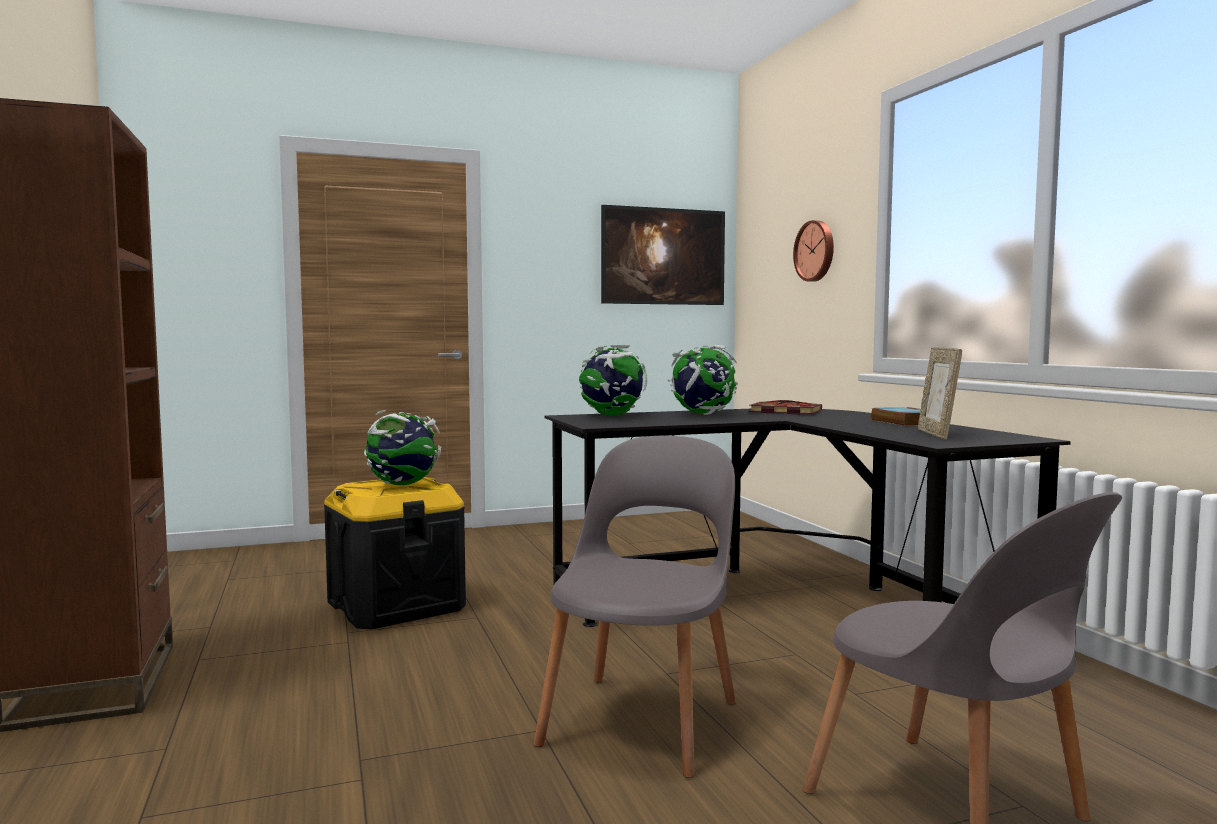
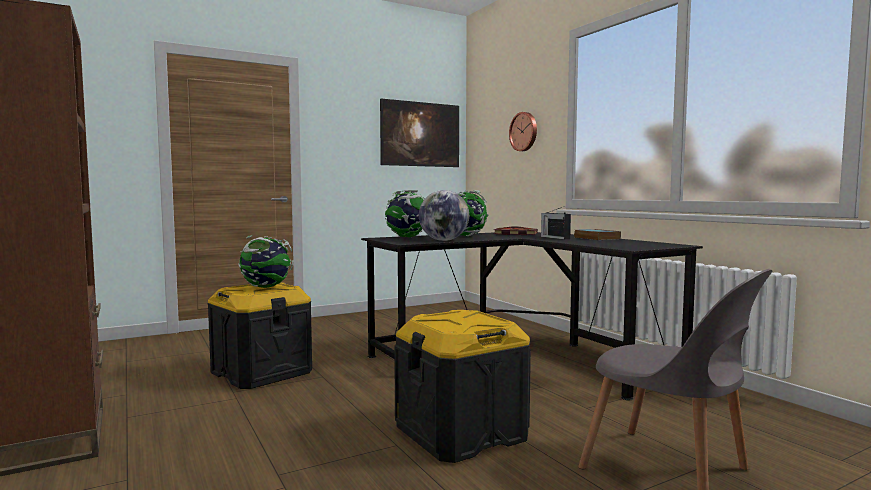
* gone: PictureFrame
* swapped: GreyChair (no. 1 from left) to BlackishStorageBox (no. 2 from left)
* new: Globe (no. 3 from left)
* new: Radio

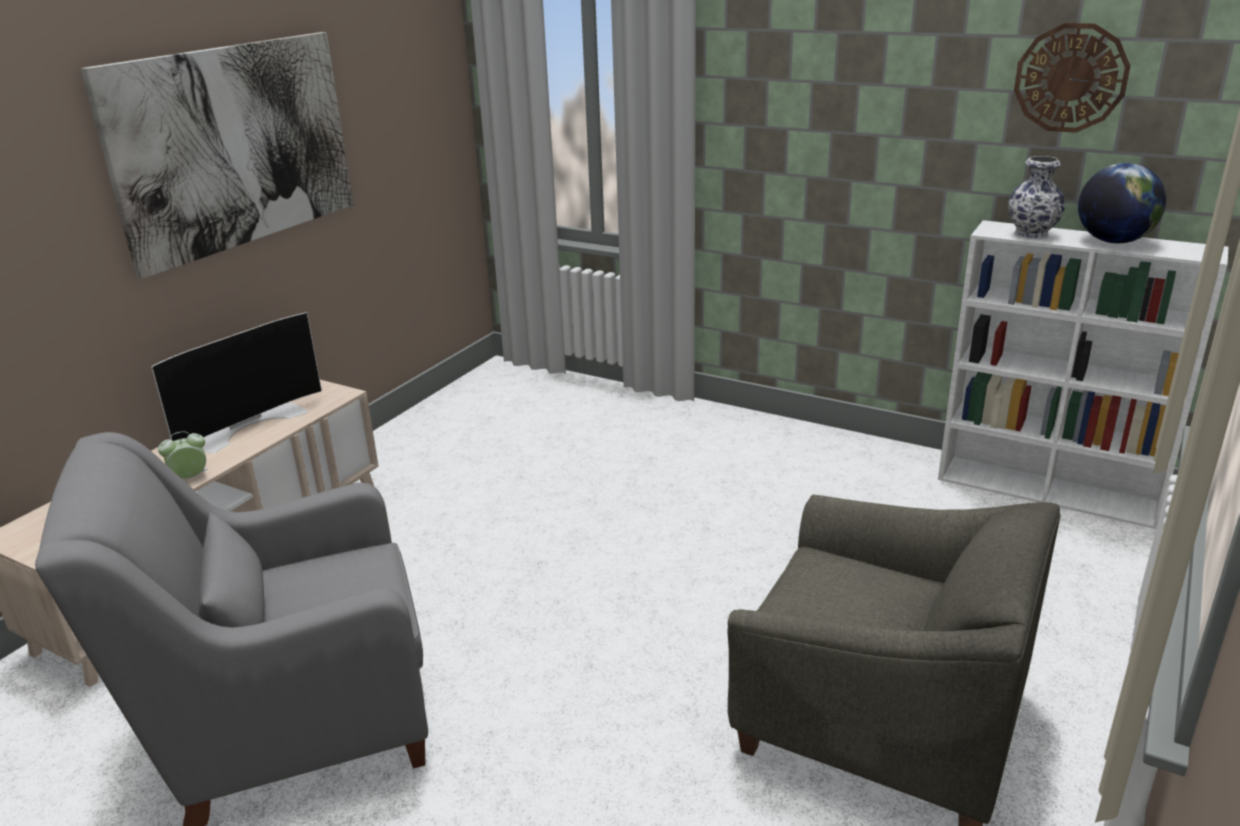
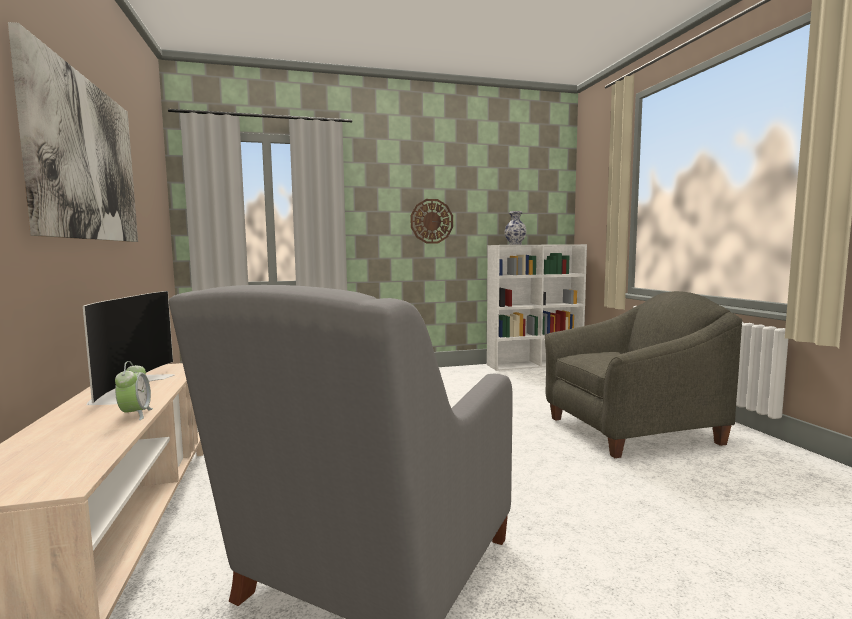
* shifted: WallClock
* gone: Globe
* rotated: BedsideClock 150 degrees clockwise

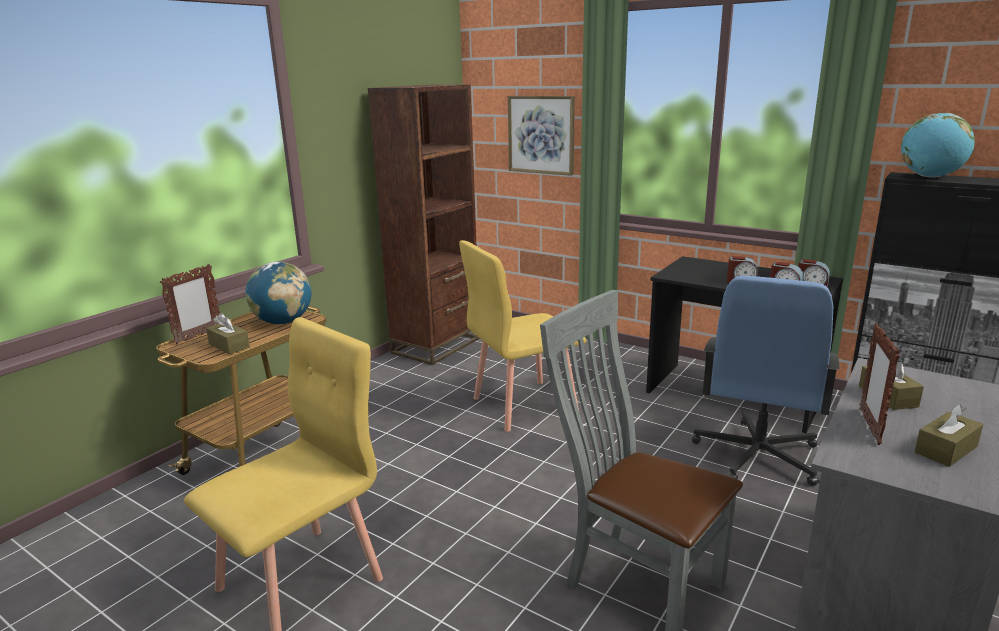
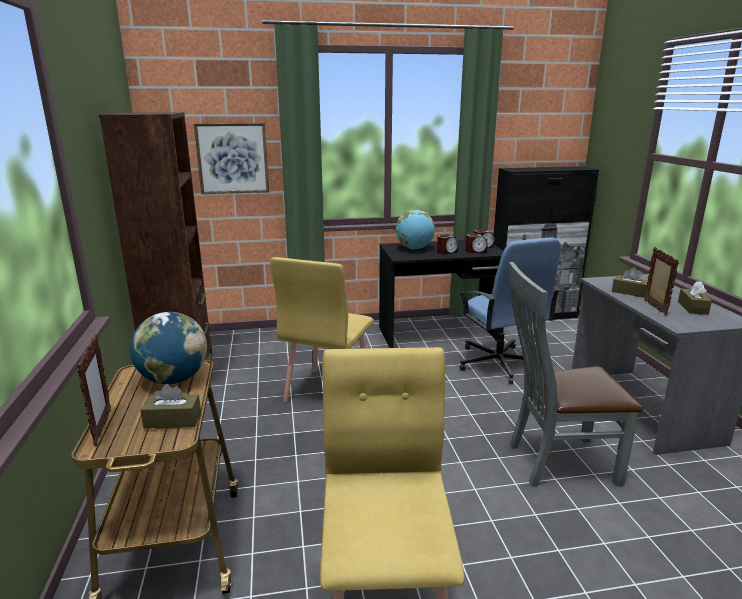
* shifted: Globe (no. 2 from left)
* rotated: PictureFrame (no. 2 from left) 150 degrees counterclockwise

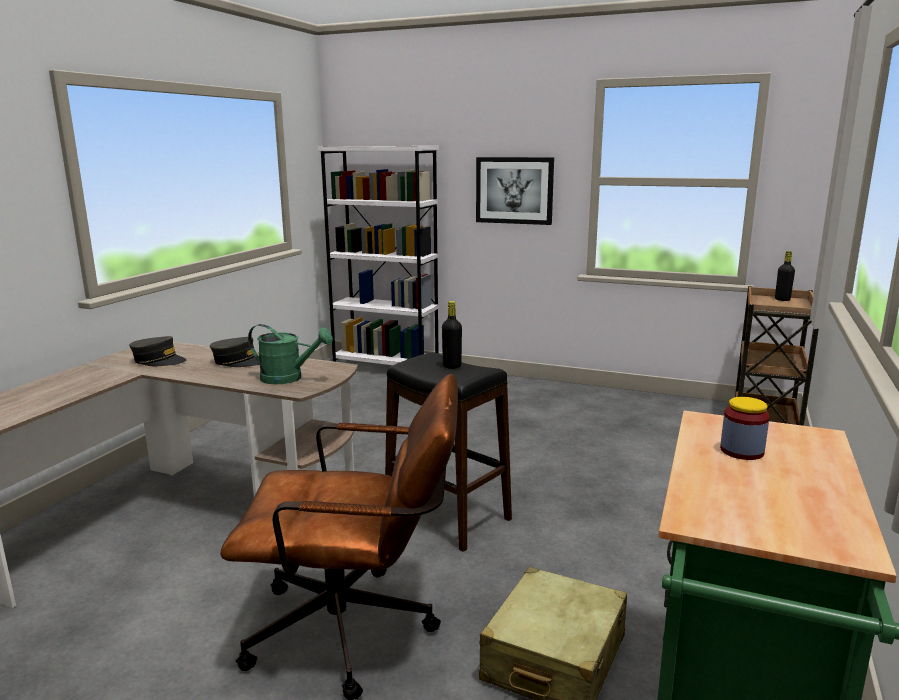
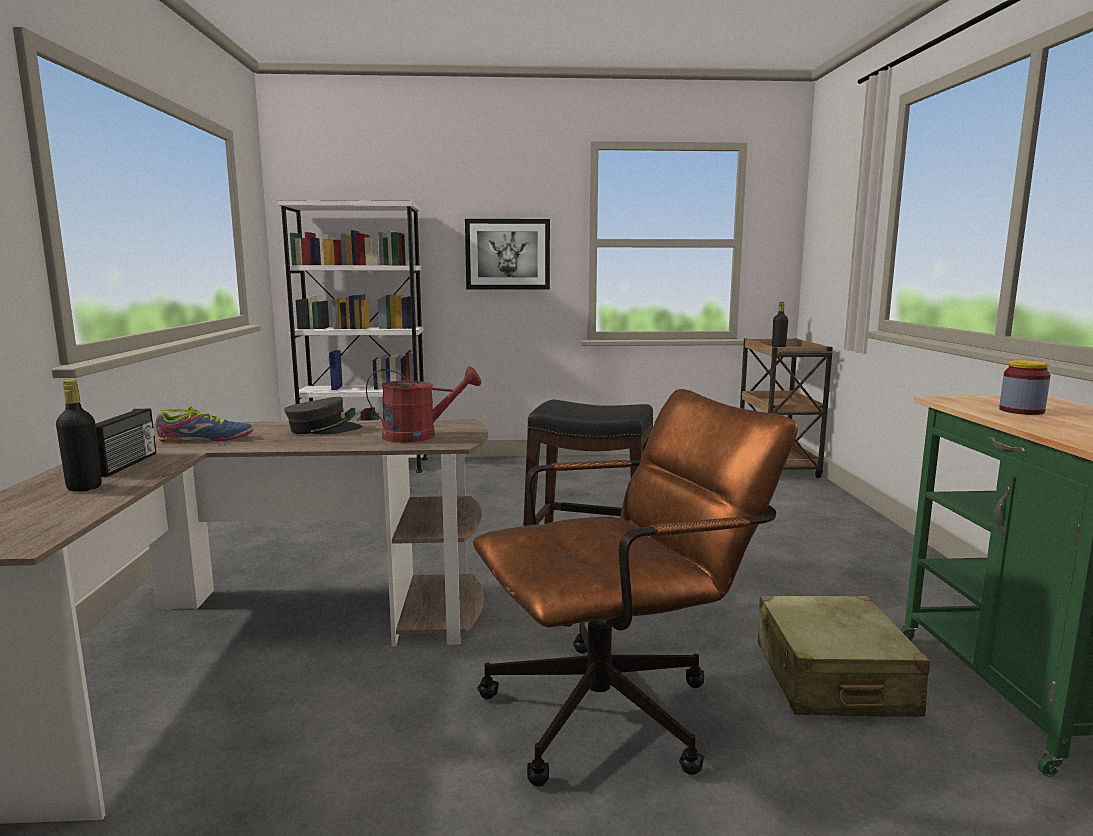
* shifted: BlackishBeverageBottle (no. 1 from left)
* repainted: GreenSprinklingCan to ReddishSprinklingCan
* swapped: GreyBaseballCap (no. 1 from left) to Shoe
* new: Radio

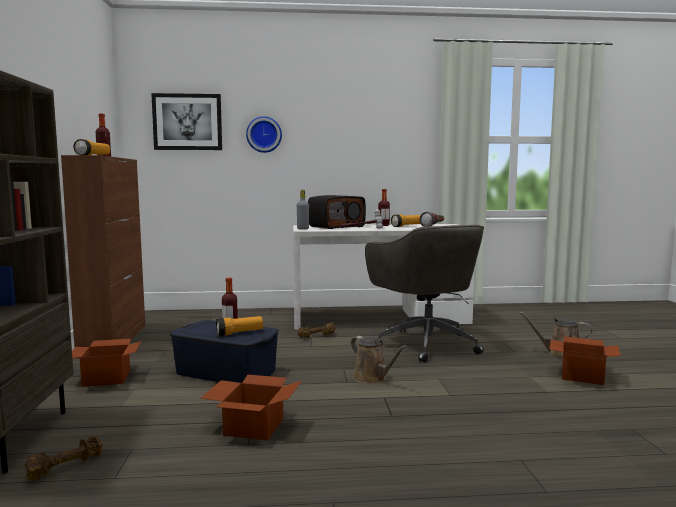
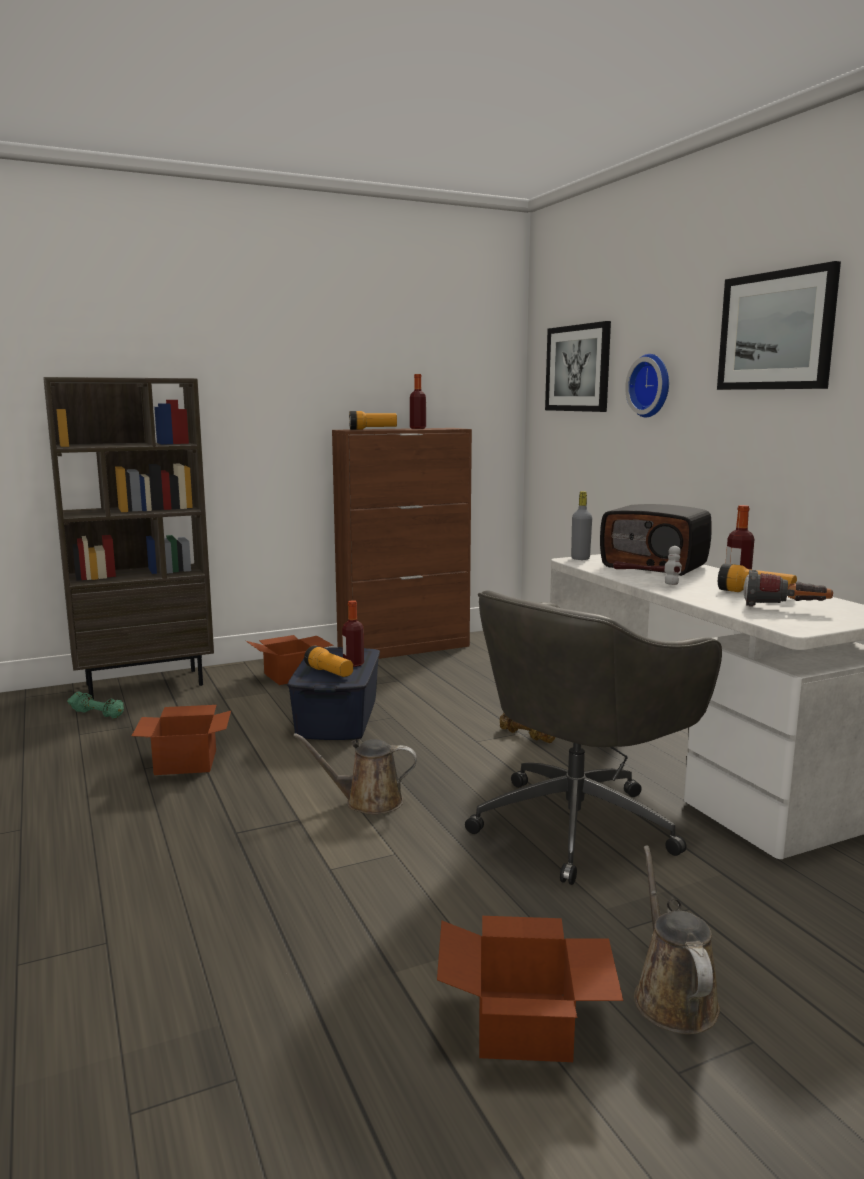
* rotated: BrownishSprinklingCan (no. 1 from left) 60 degrees clockwise
* repainted: BrownishDumbbell (no. 1 from left) to GreenDumbbell
* new: Picture (no. 2 from left)

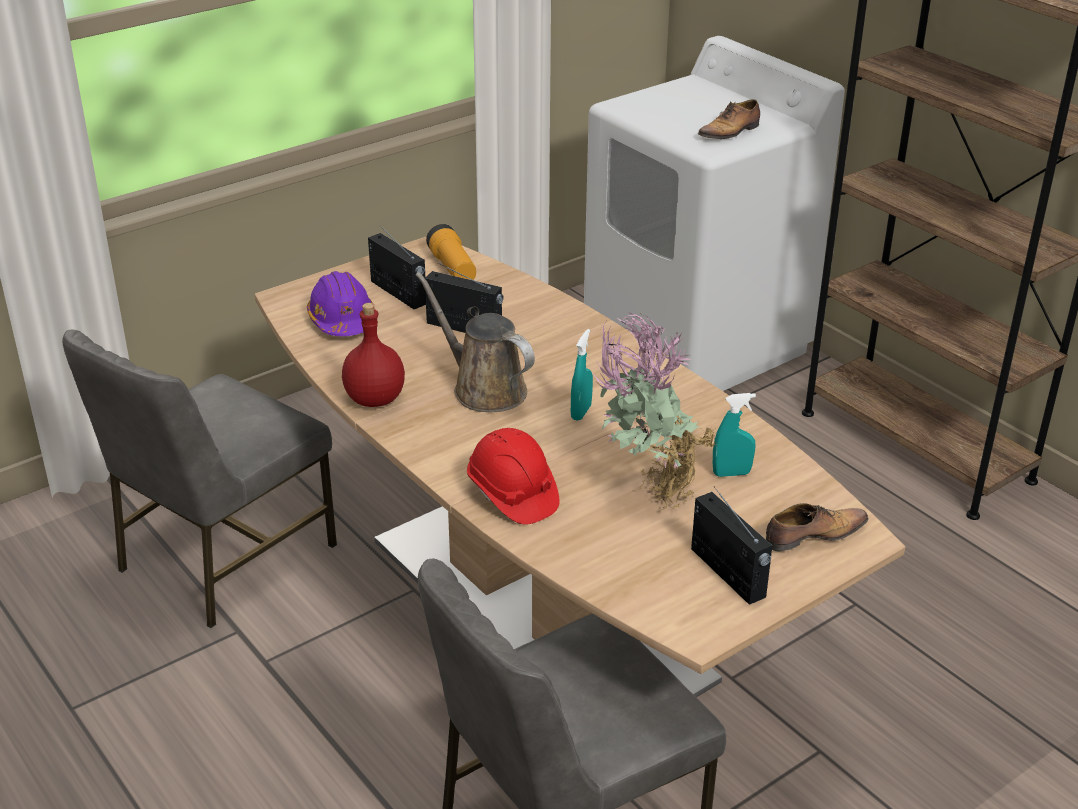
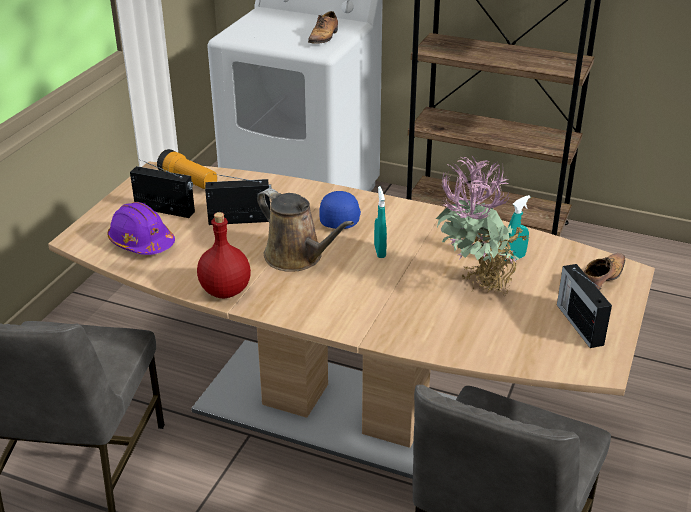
* rotated: BrownishSprinklingCan 150 degrees counterclockwise
* gone: ReddishWorkHelmet
* rotated: Radio (no. 3 from left) 135 degrees counterclockwise
* new: BluishBaseballCap

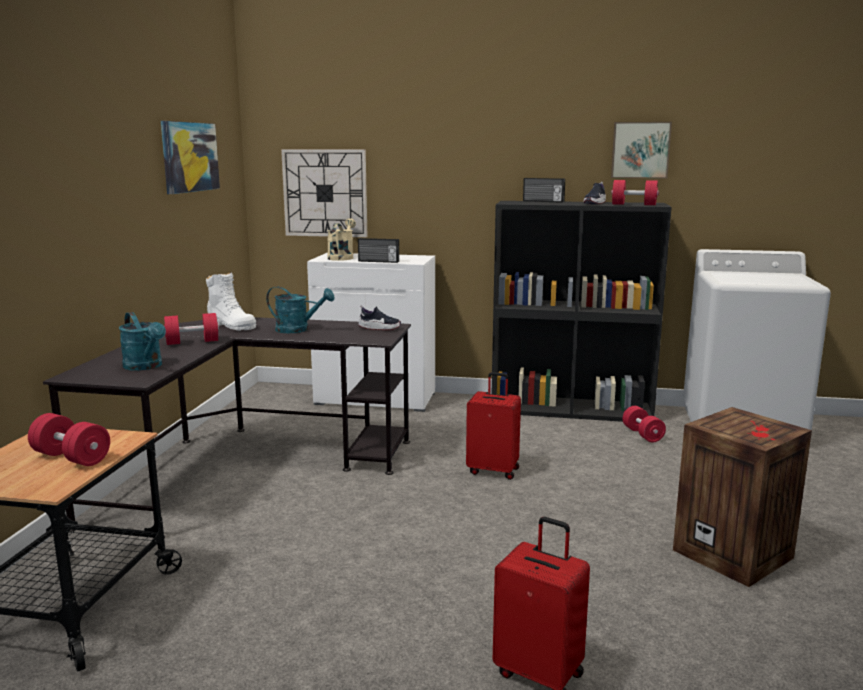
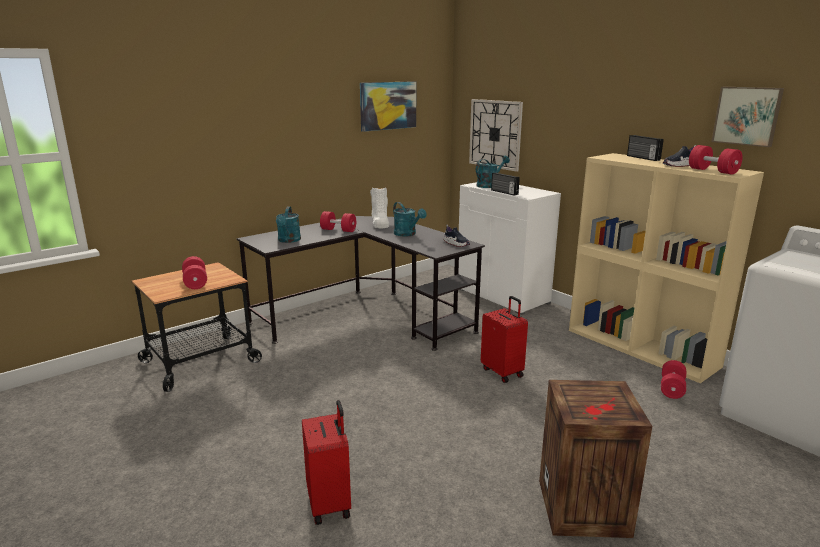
* repainted: BlackishShelvingUnit to SandColouredShelvingUnit
* repainted: SandColouredSprinklingCan to TurquoiseSprinklingCan (no. 3 from left)

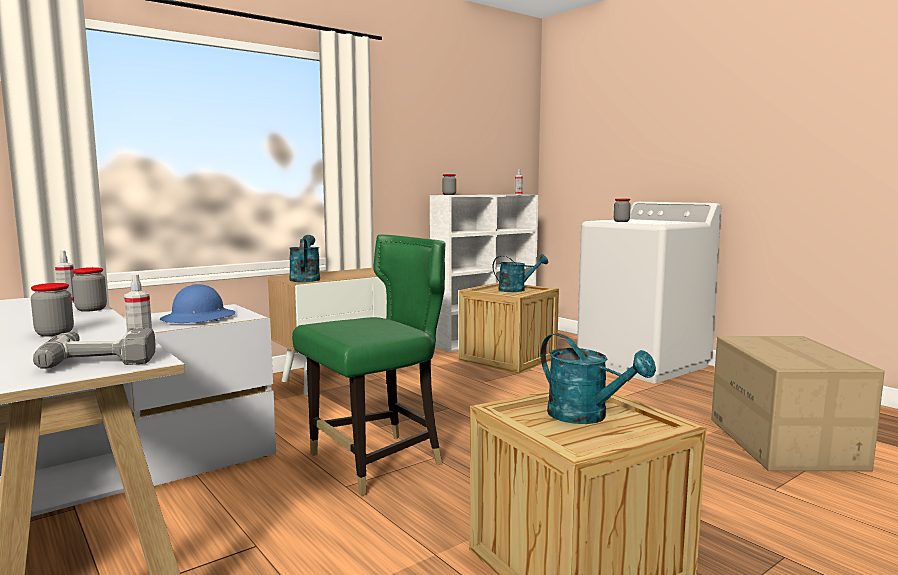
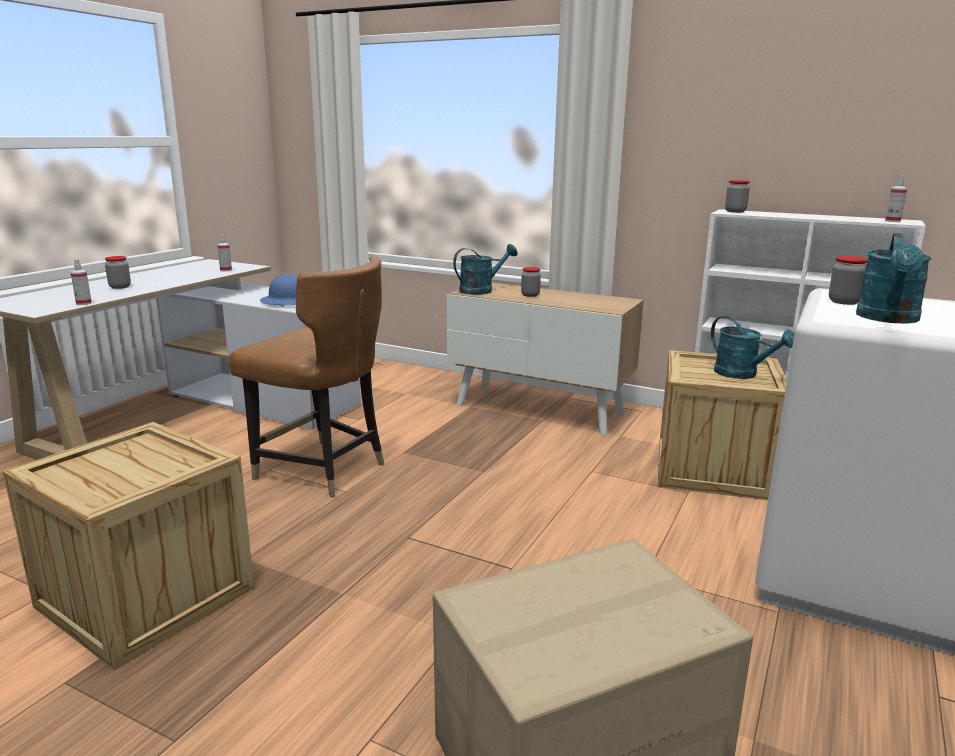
* repainted: GreenChair to BrownishChair
* shifted: Jar (no. 2 from left)
* gone: PowerDrill
* shifted: TurquoiseSprinklingCan (no. 3 from left)

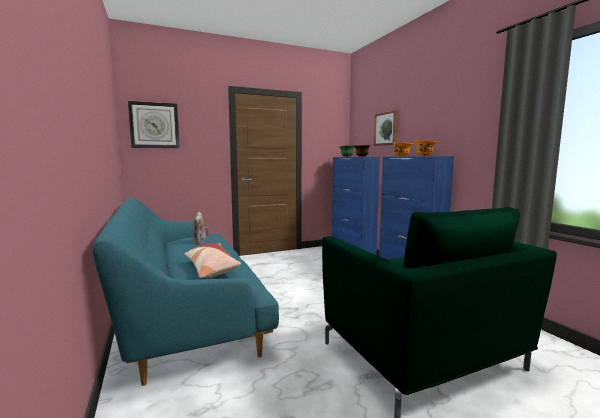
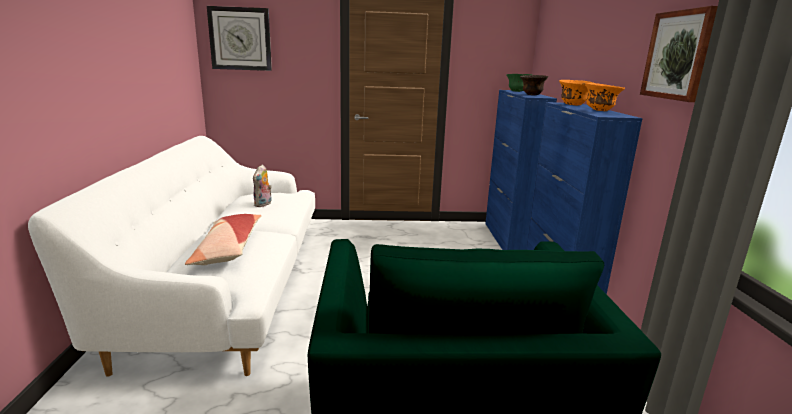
* shifted: Picture
* repainted: TurquoiseSofa to WhiteSofa

